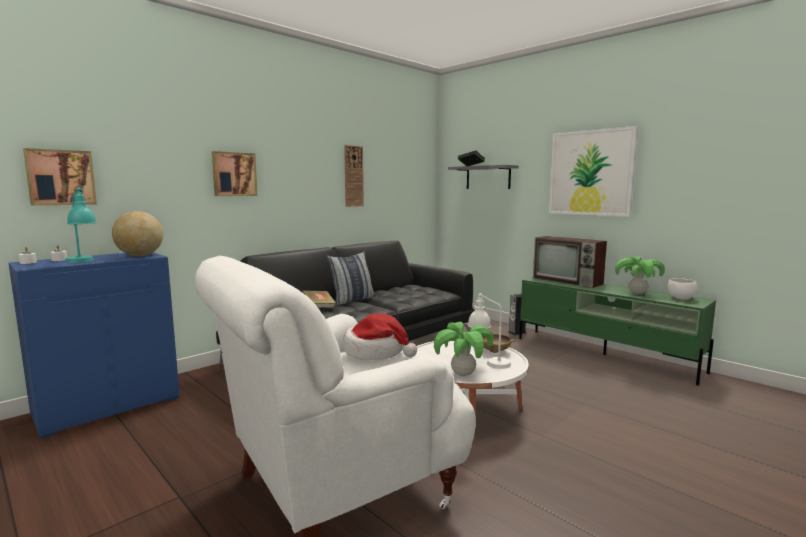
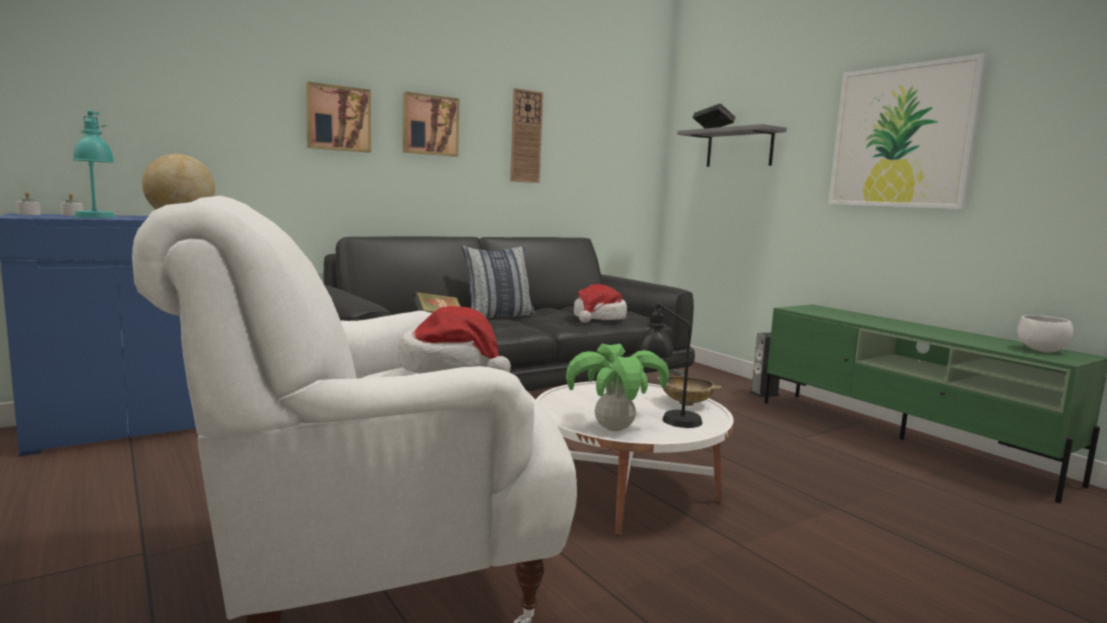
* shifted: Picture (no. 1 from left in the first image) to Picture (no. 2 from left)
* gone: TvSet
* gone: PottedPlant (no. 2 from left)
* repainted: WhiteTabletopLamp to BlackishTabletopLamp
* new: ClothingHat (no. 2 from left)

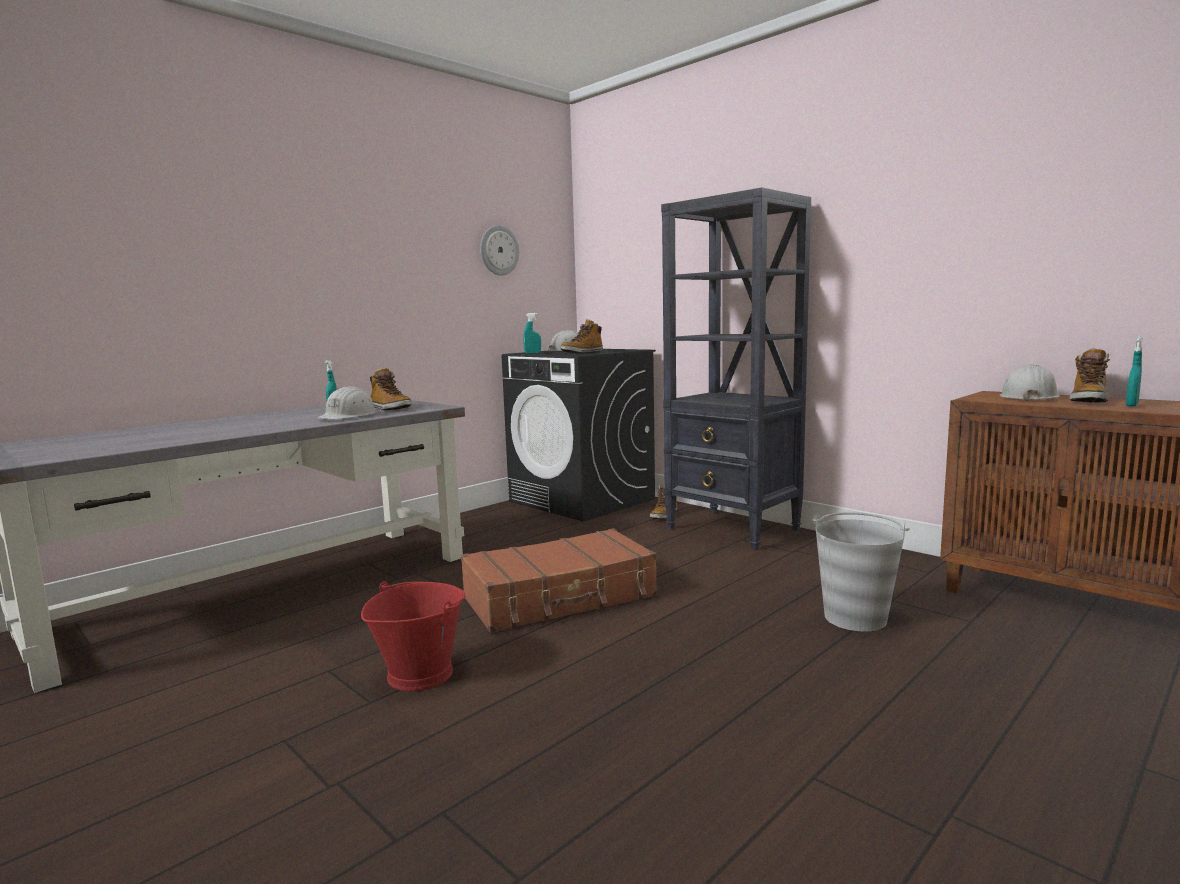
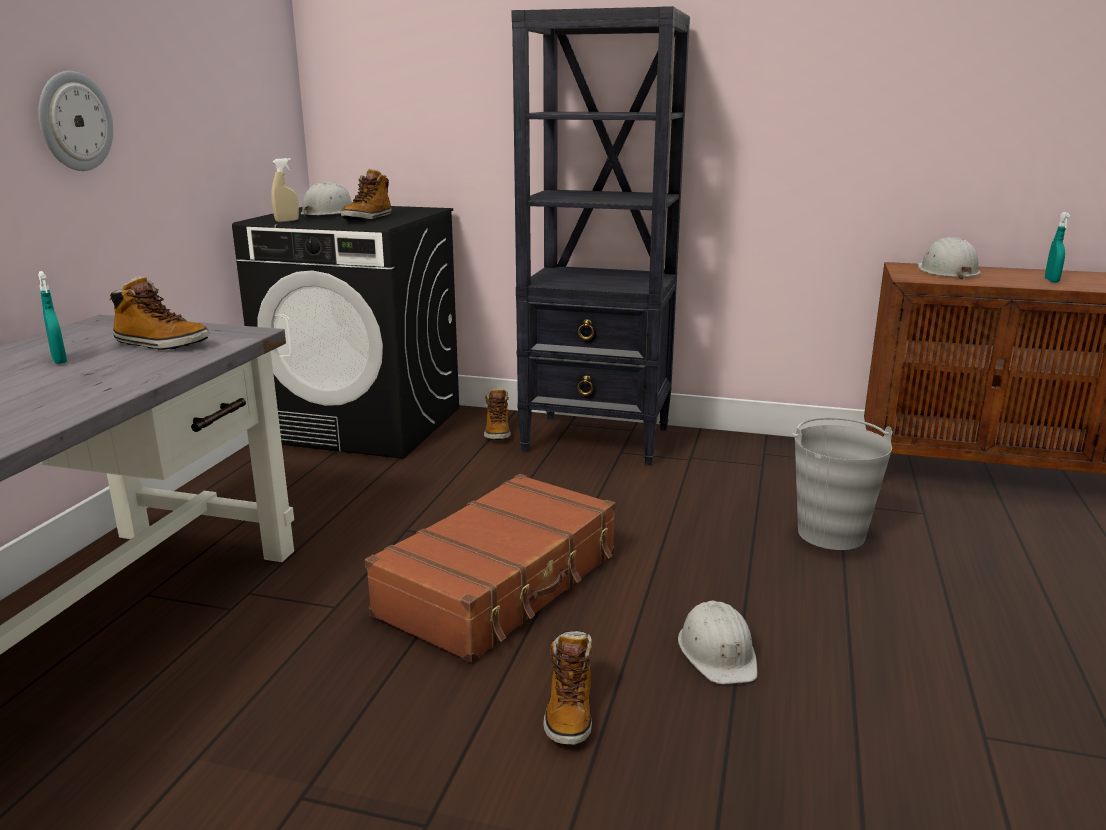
* shifted: WallClock
* repainted: TurquoiseSprayBottle (no. 2 from left) to SandColouredSprayBottle
* shifted: Boot (no. 4 from left)
* shifted: WhiteWorkHelmet (no. 1 from left in the first image) to WhiteWorkHelmet (no. 2 from left)
* gone: ReddishBucket

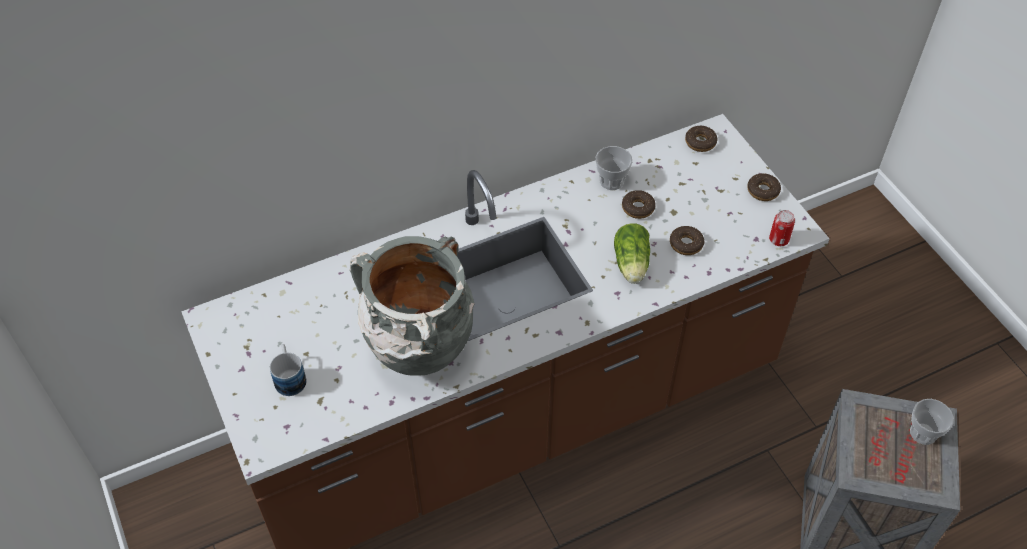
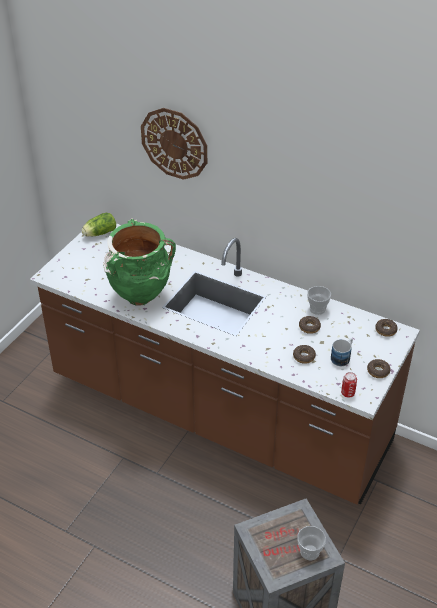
* shifted: Lettuce
* repainted: GreyVase to GreenVase
* shifted: CoffeeMug
* new: WallClock

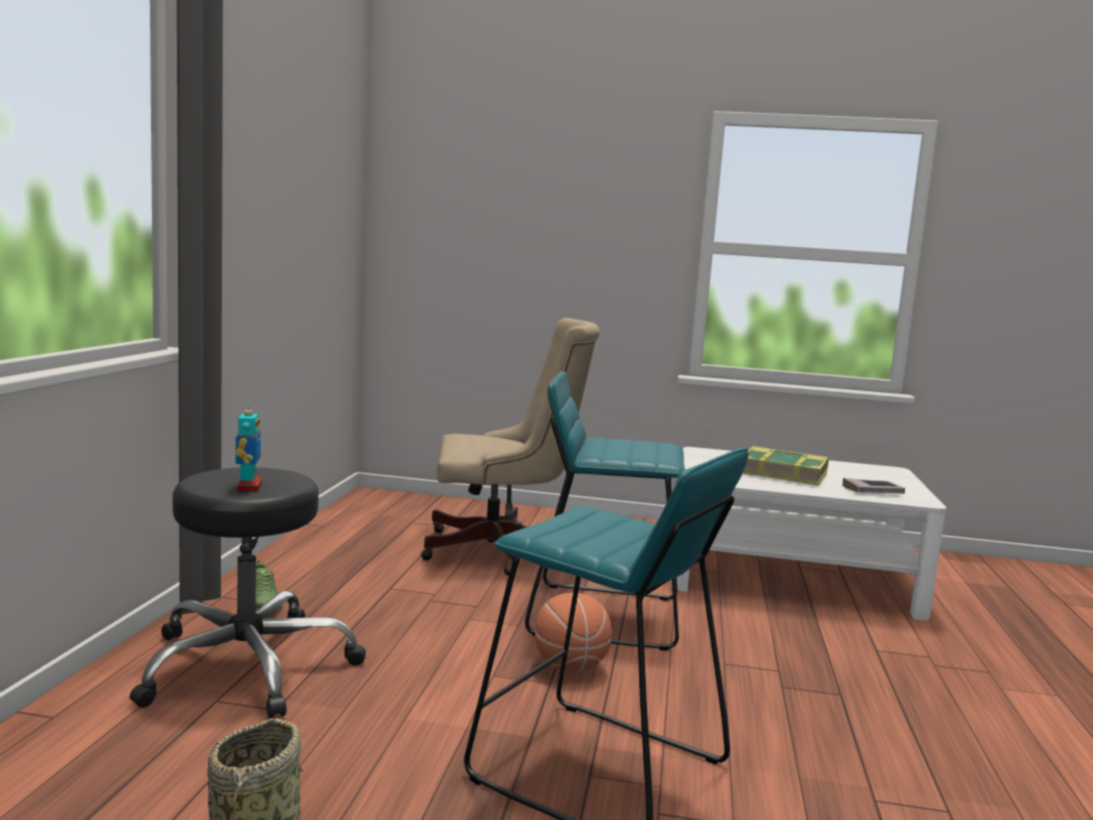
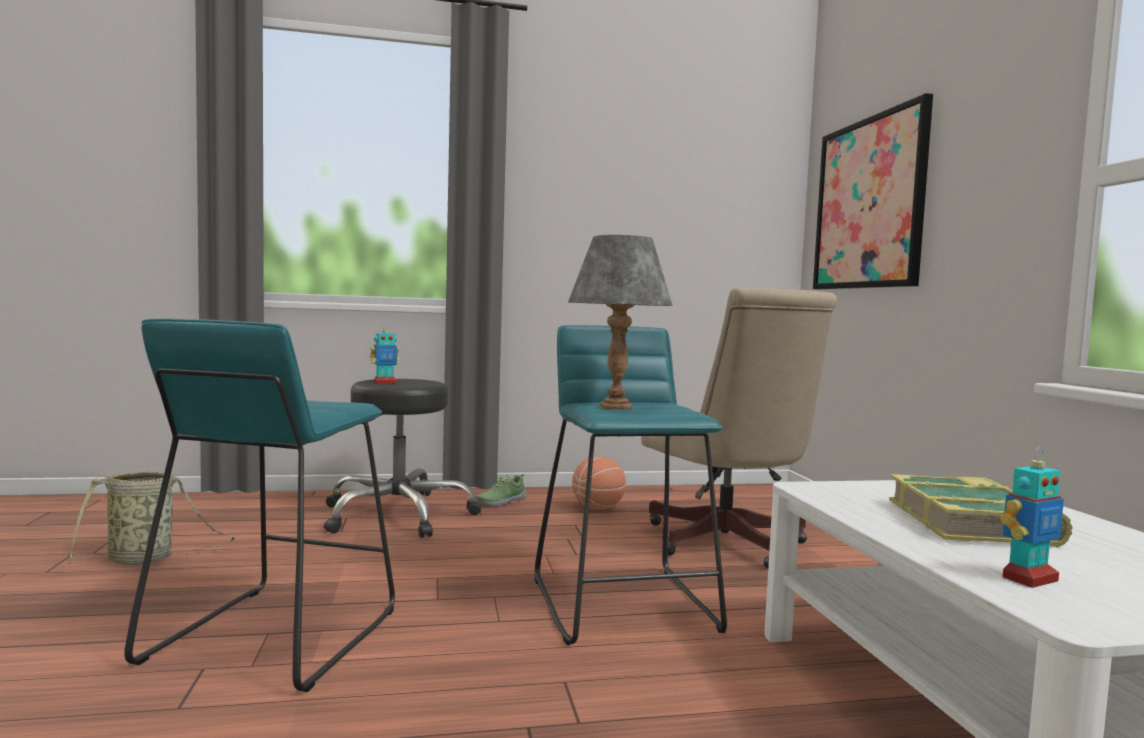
* swapped: BoundBook (no. 2 from left) to ToyRobot (no. 2 from left)
* shifted: Basketball
* new: Picture
* new: GreyTabletopLamp

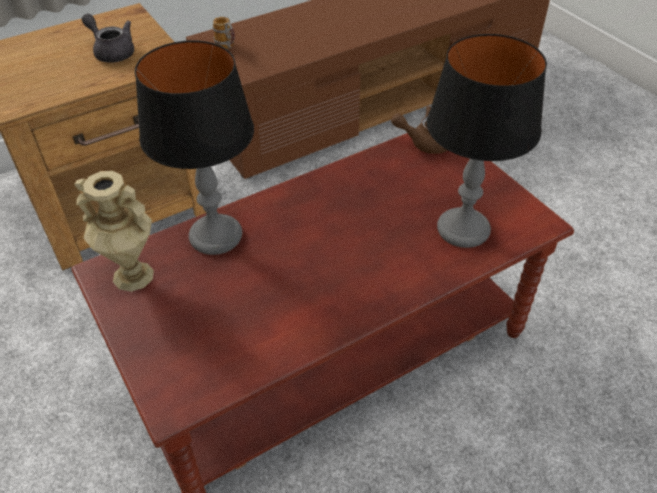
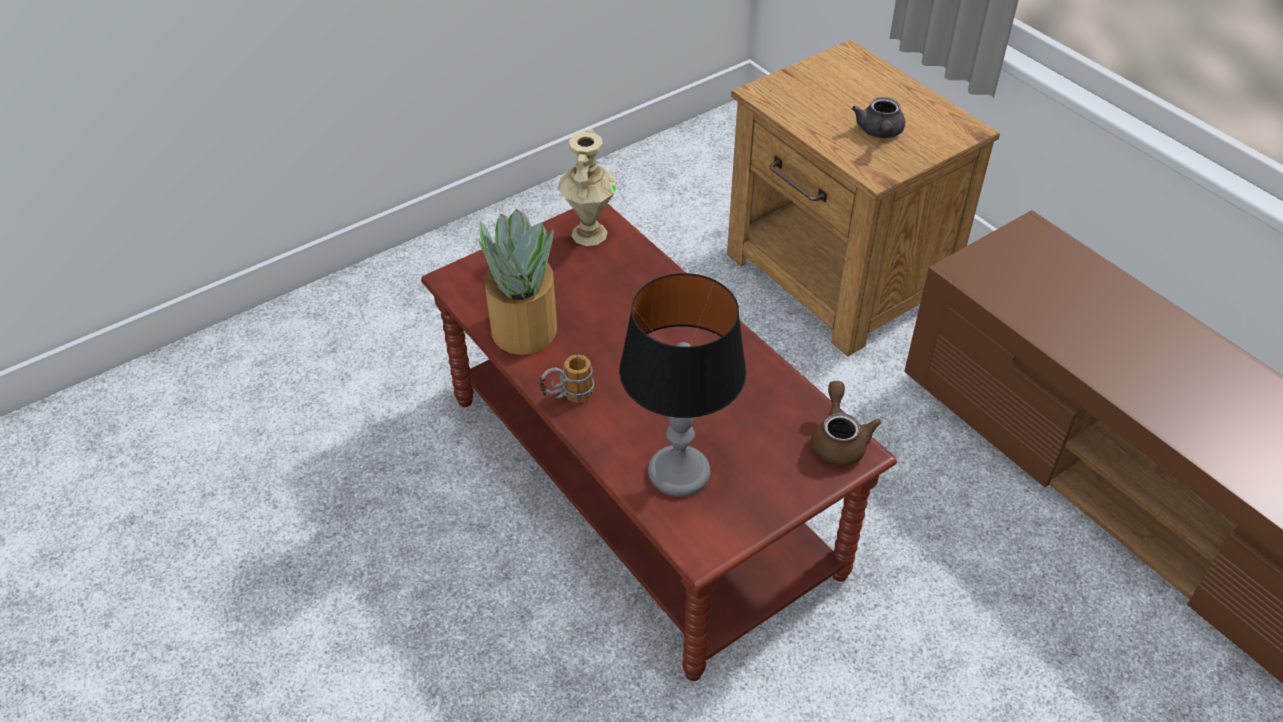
* rotated: GreyPotForTea 150 degrees clockwise
* shifted: CoffeeMug
* gone: TabletopLamp (no. 1 from left)
* new: PottedPlant

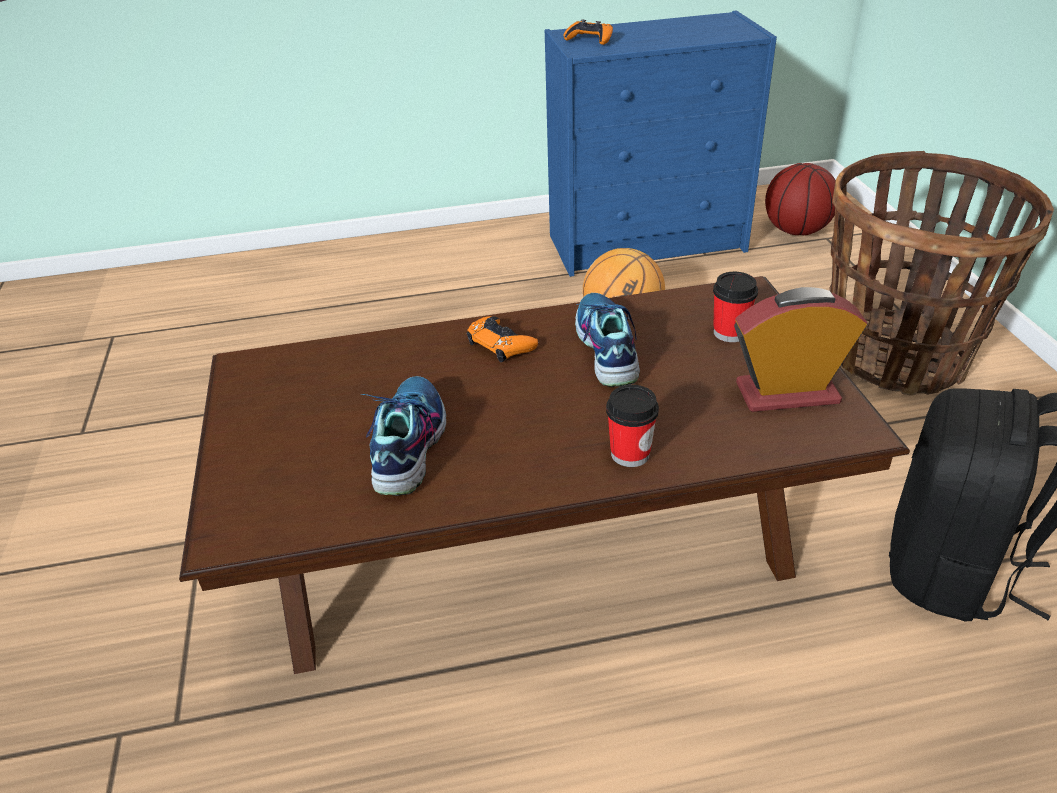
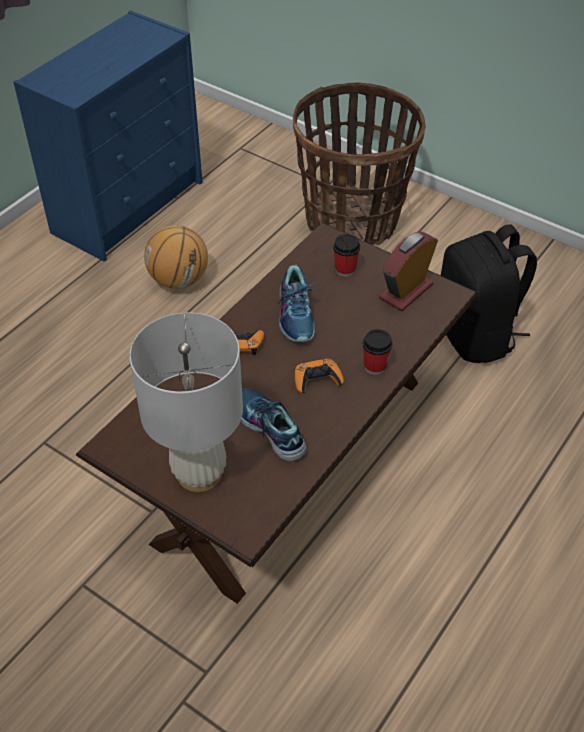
* shifted: OrangeColouredJoypad (no. 2 from left)
* gone: Basketball (no. 2 from left)
* rotated: Shoe (no. 2 from left) 135 degrees counterclockwise
* new: WhiteTabletopLamp

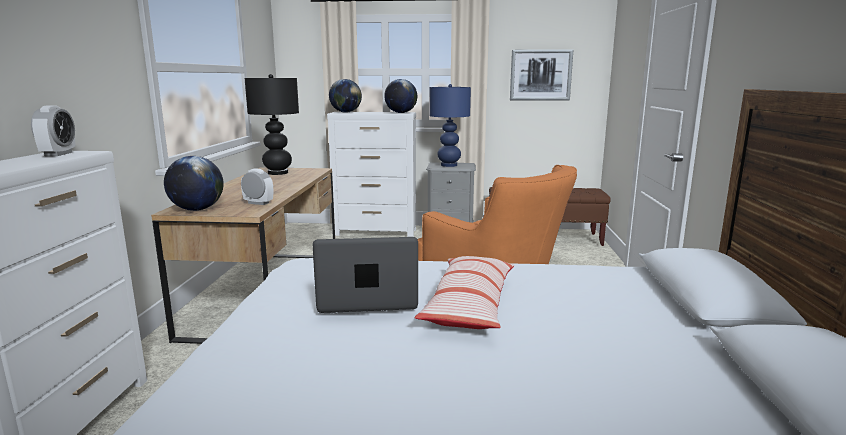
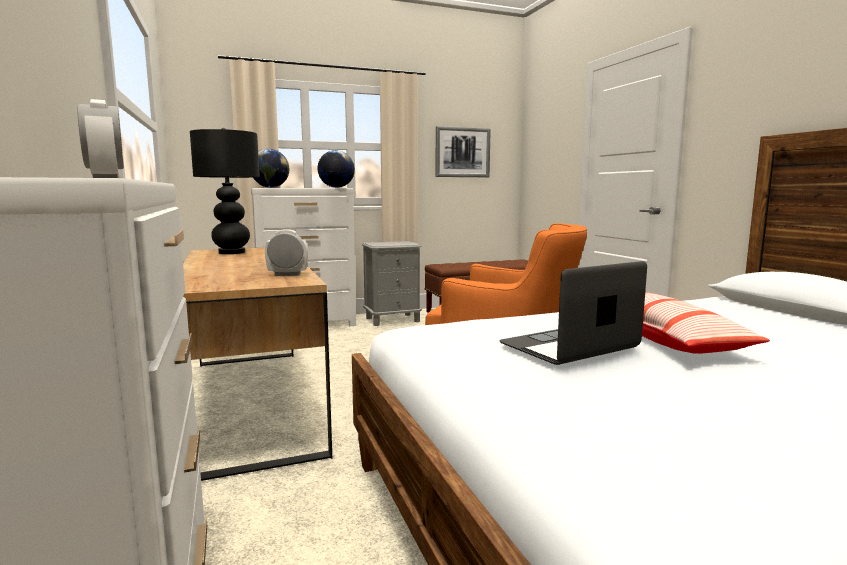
* gone: BluishTabletopLamp
* gone: Globe (no. 1 from left)

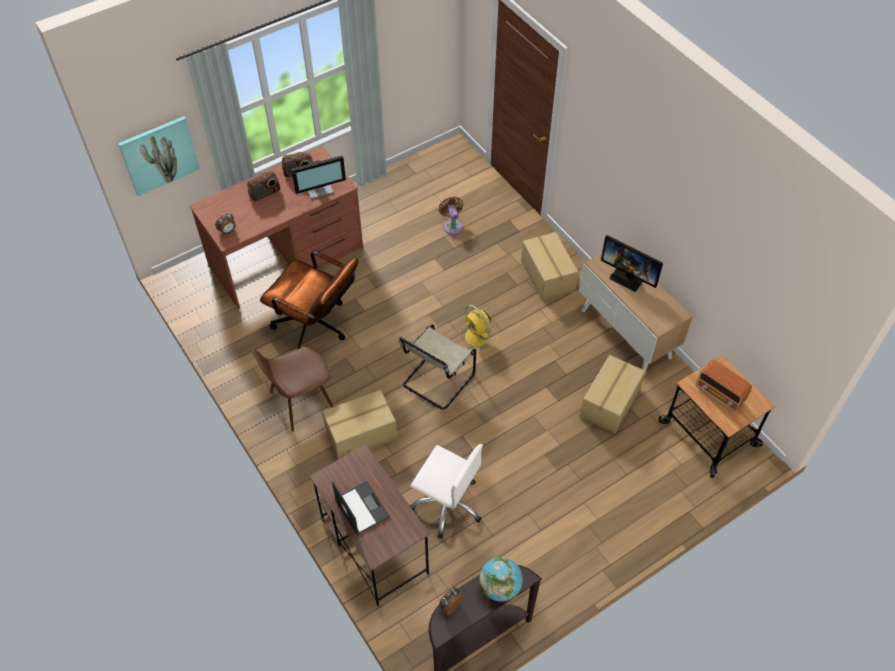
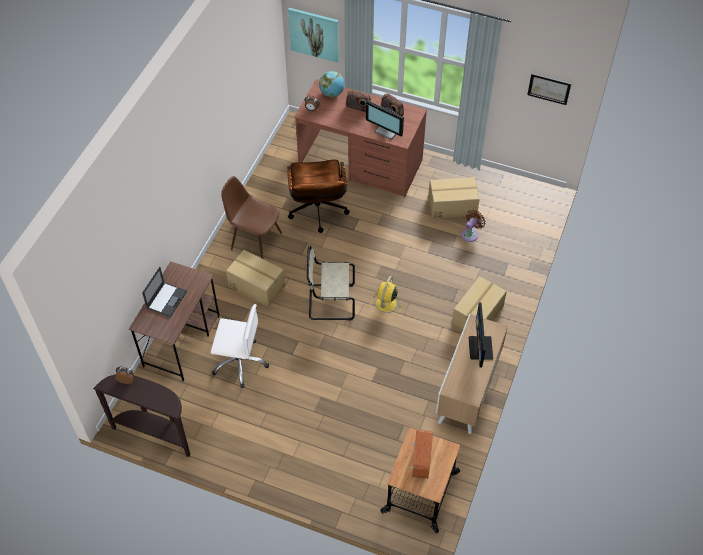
* shifted: PackingBox (no. 3 from left in the first image) to PackingBox (no. 2 from left)
* rotated: WhiteComputerChair 75 degrees counterclockwise
* shifted: Globe
* new: Picture (no. 2 from left)

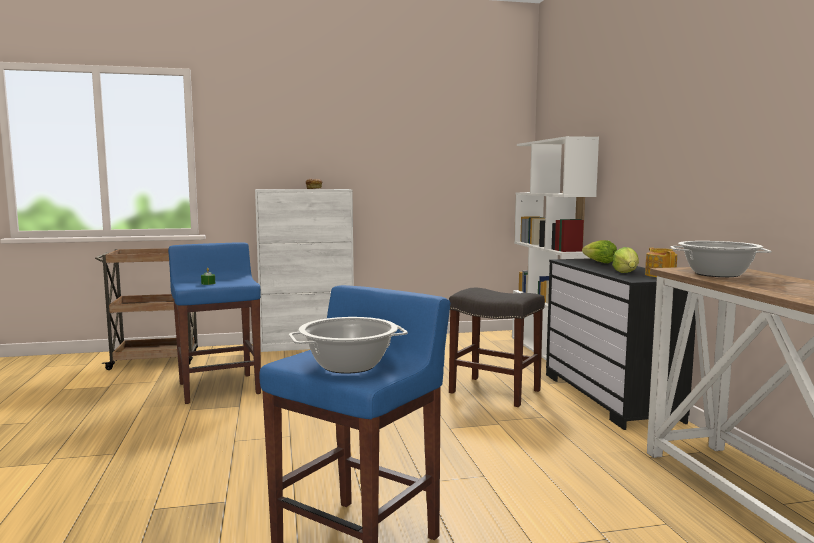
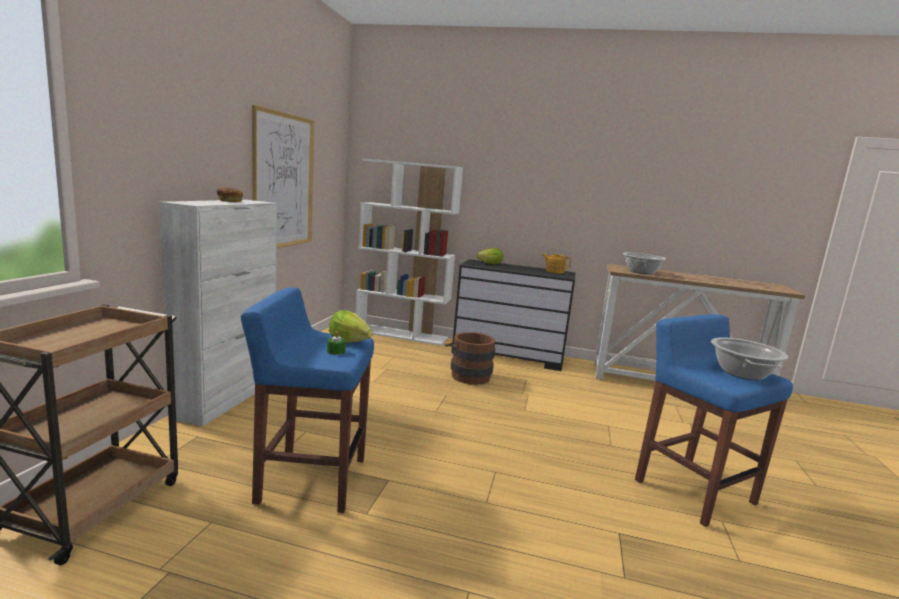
* shifted: Lettuce (no. 2 from left in the first image) to Lettuce (no. 1 from left)
* swapped: GreyStool to BrownishBucket
* new: Picture

